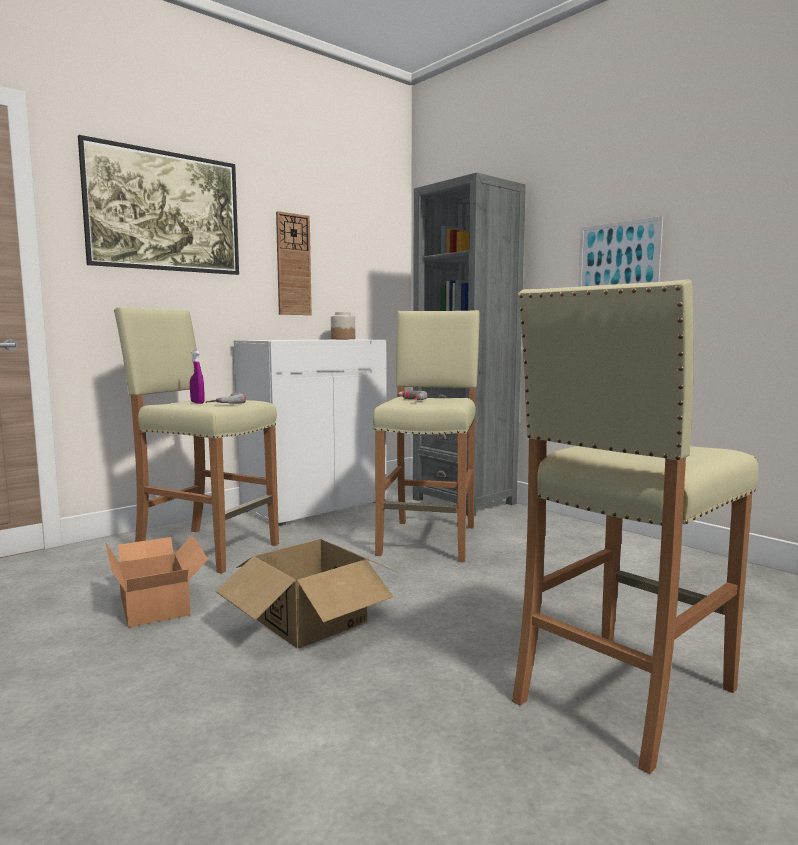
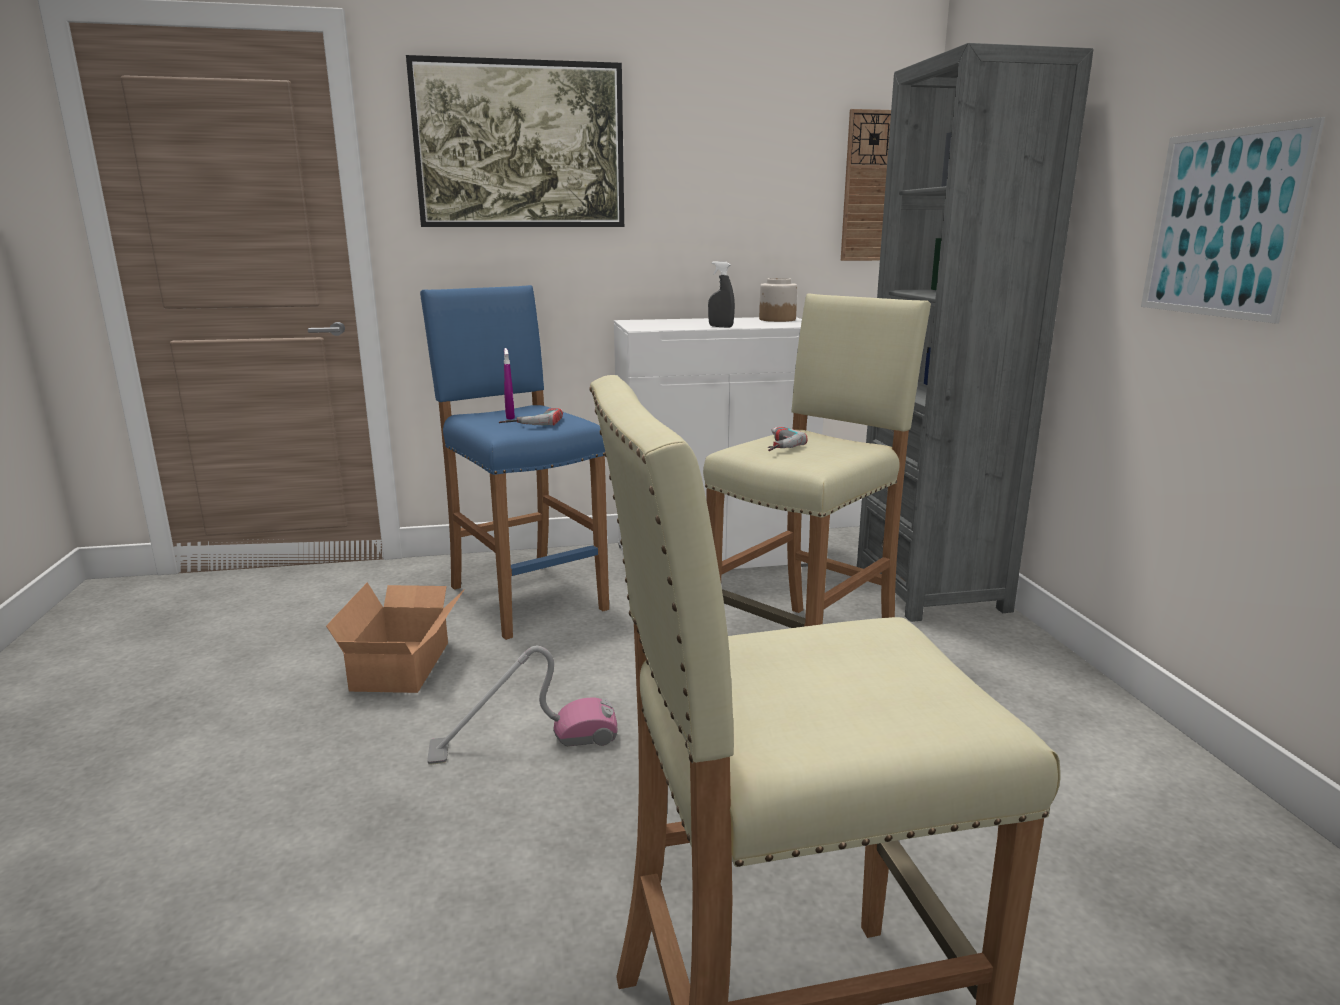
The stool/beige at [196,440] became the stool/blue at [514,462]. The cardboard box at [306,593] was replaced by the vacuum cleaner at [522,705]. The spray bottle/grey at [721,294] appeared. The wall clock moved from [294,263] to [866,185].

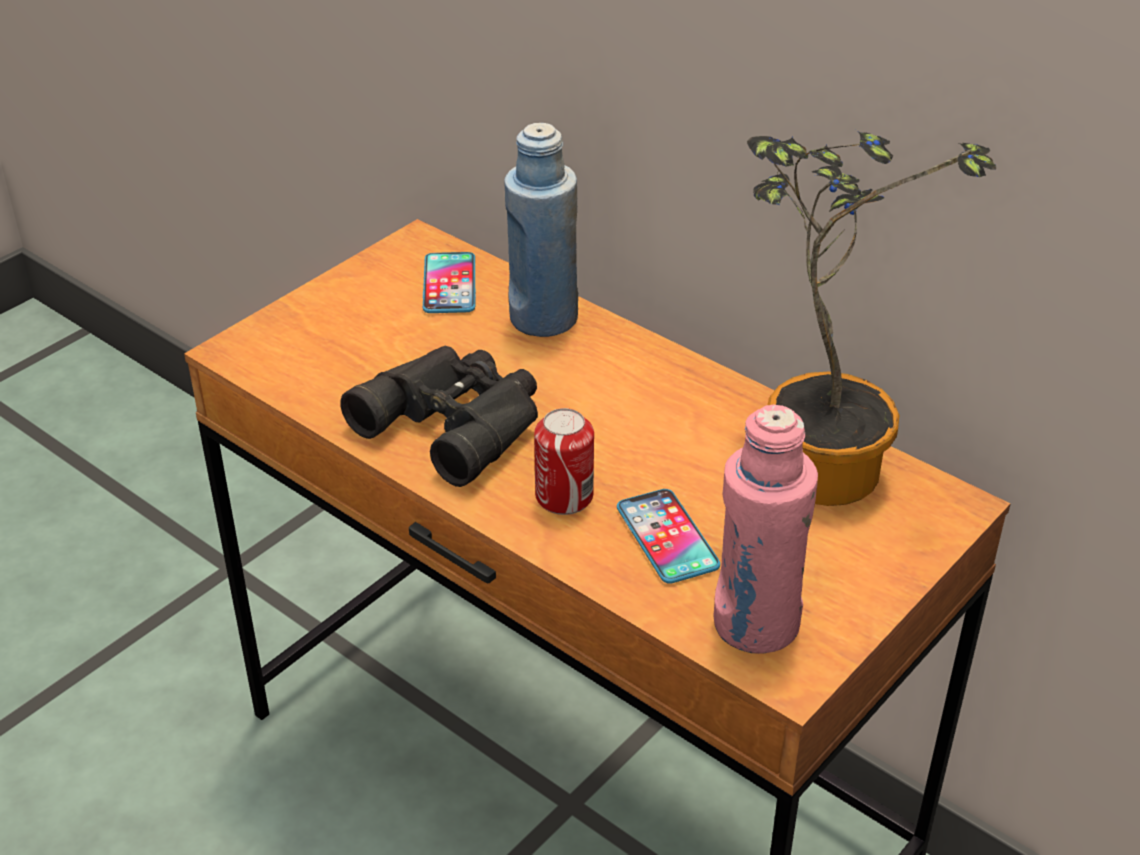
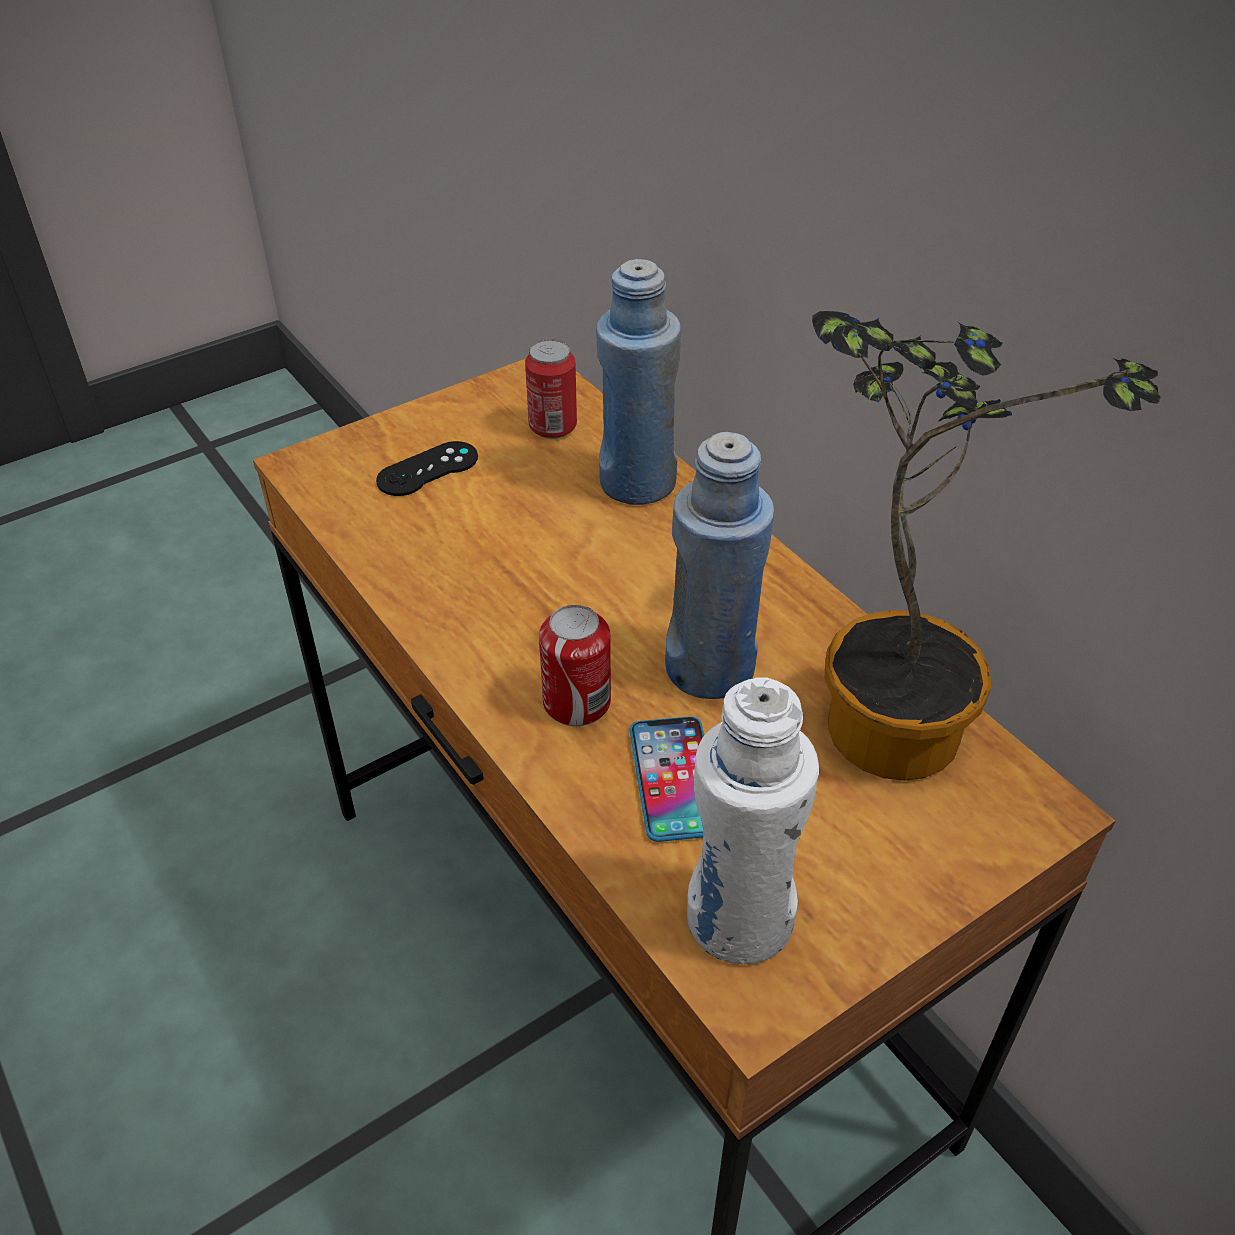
The game controller/black at [427,468] appeared. The phone at [449,282] was replaced by the can at [551,389]. The bottle/blue at [719,565] appeared. The bottle/pink at [765,529] became the bottle/white at [753,820]. The binoculars/black at [439,416] disappeared.

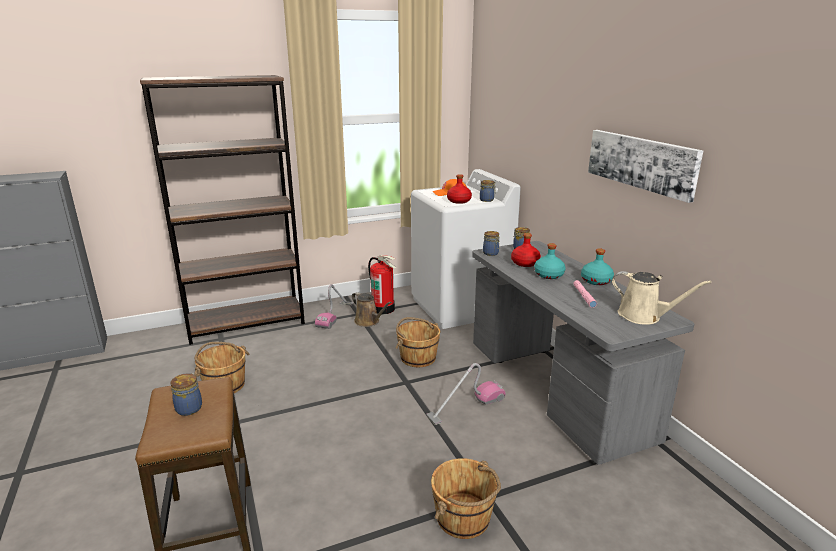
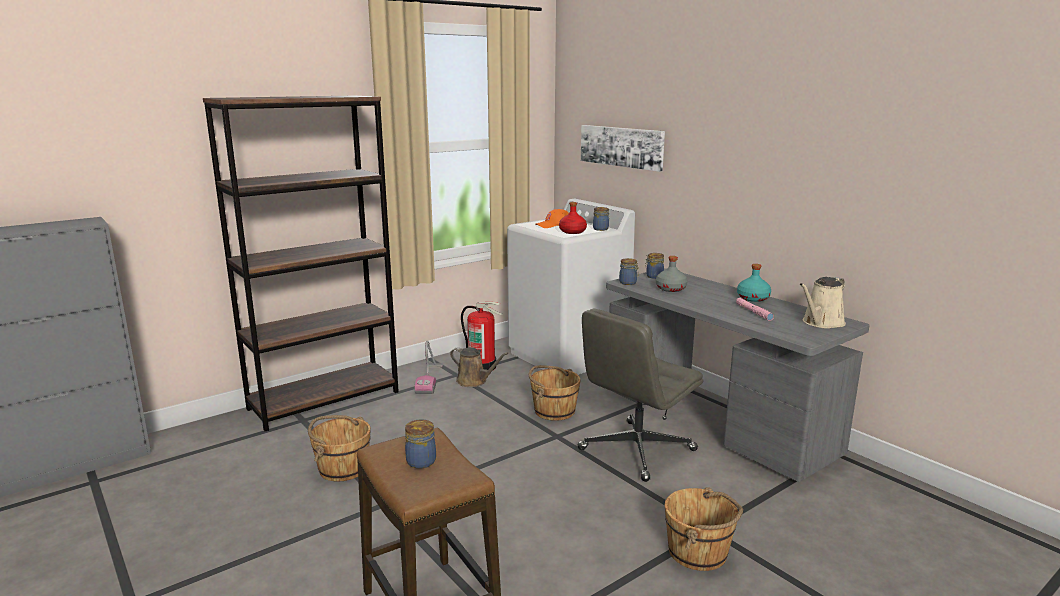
The vacuum cleaner at [466,394] was replaced by the office chair/grey at [640,395]. The picture moved from [645,166] to [623,148]. The bottle/red at [526,250] became the bottle/grey at [672,274]. The watering can/beige at [661,298] turned 120 degrees clockwise. The bottle/turquoise at [550,261] disappeared.

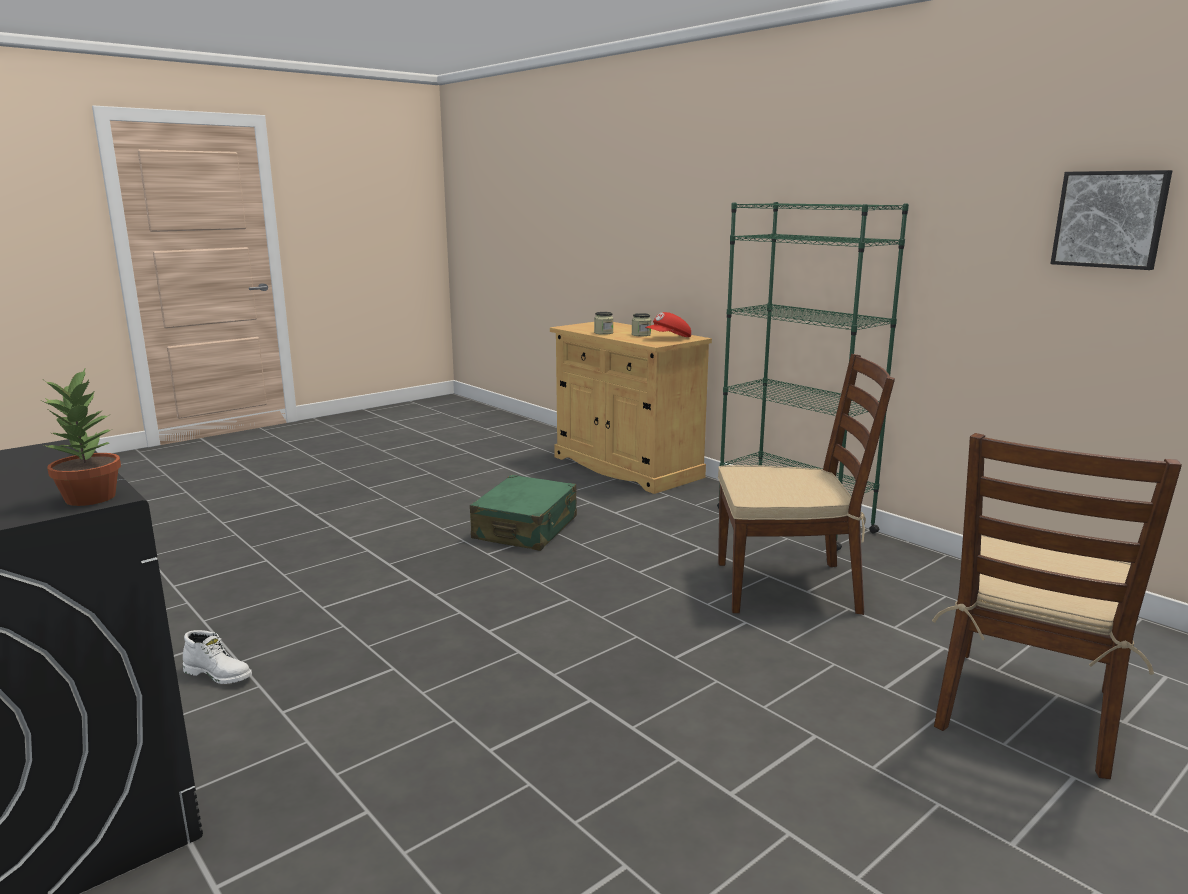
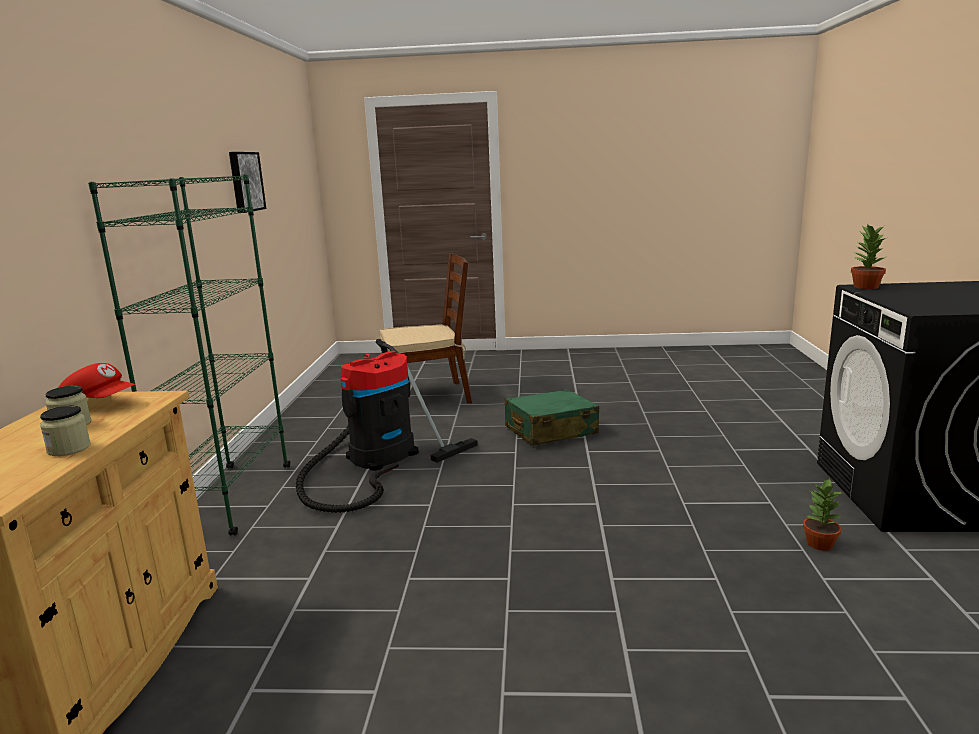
The chair/brown at [806,484] was replaced by the vacuum cleaner at [387,426]. The suitcase/green moved from [523,513] to [552,417]. The boot/white at [217,657] was replaced by the potted plant at [822,514].

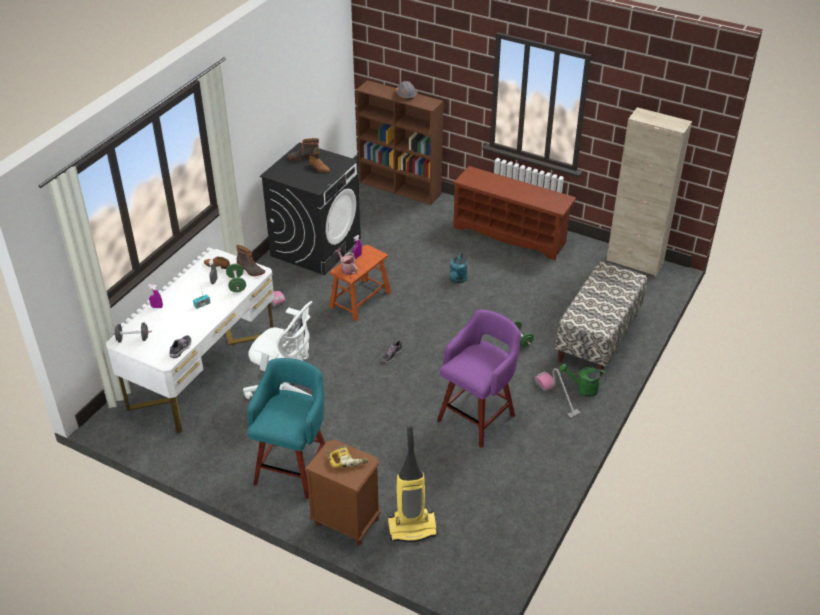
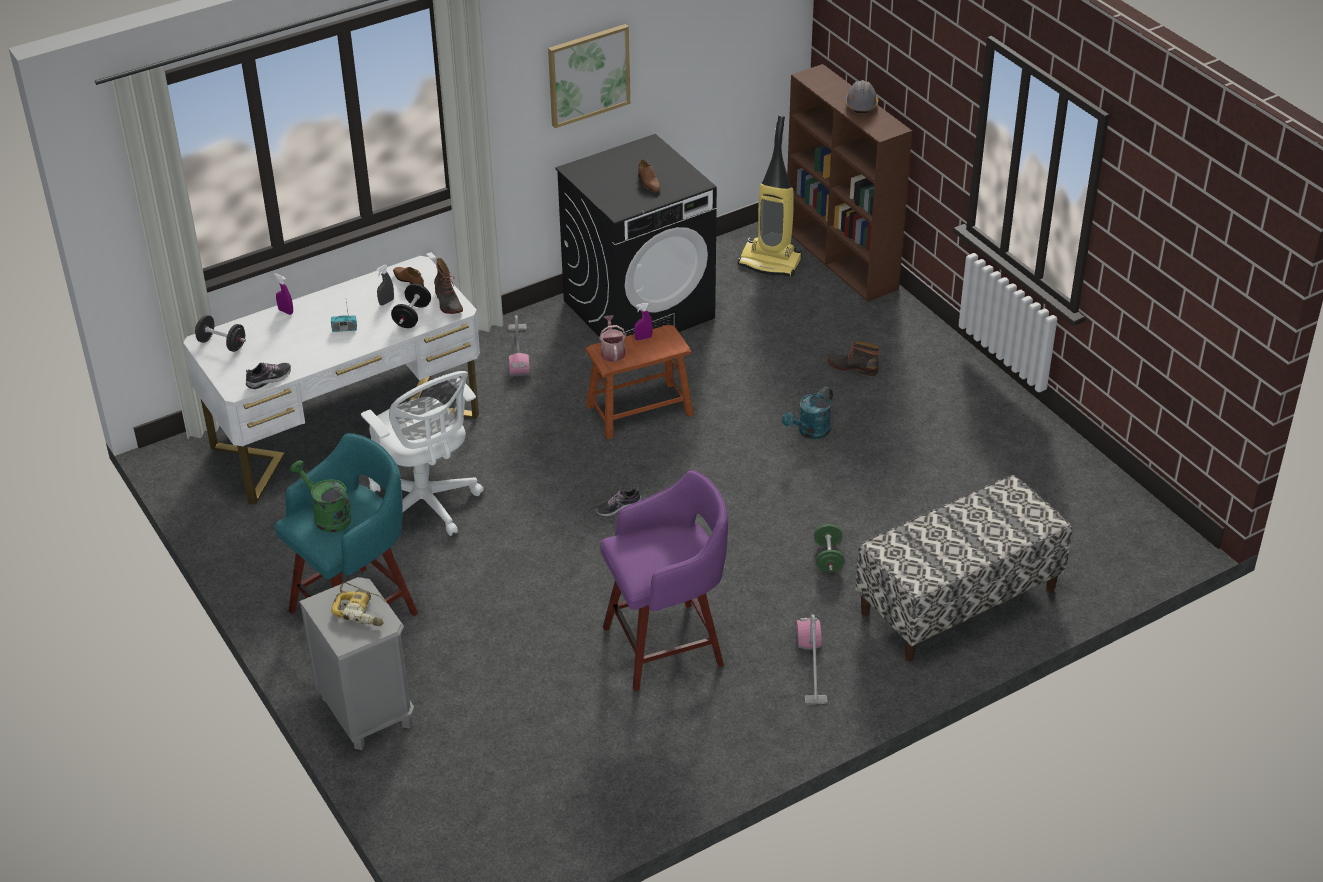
The watering can/green moved from [583,380] to [320,496]. The nightstand/brown at [343,492] became the nightstand/grey at [356,663]. The dumbbell/green at [236,278] became the dumbbell/black at [411,305]. The picture at [589,76] appeared. The vacuum cleaner moved from [413,484] to [770,196]. The boot moved from [304,149] to [853,358]. The shoe rack/brown at [514,213] disappeared. The cabinet/beige at [649,191] disappeared.

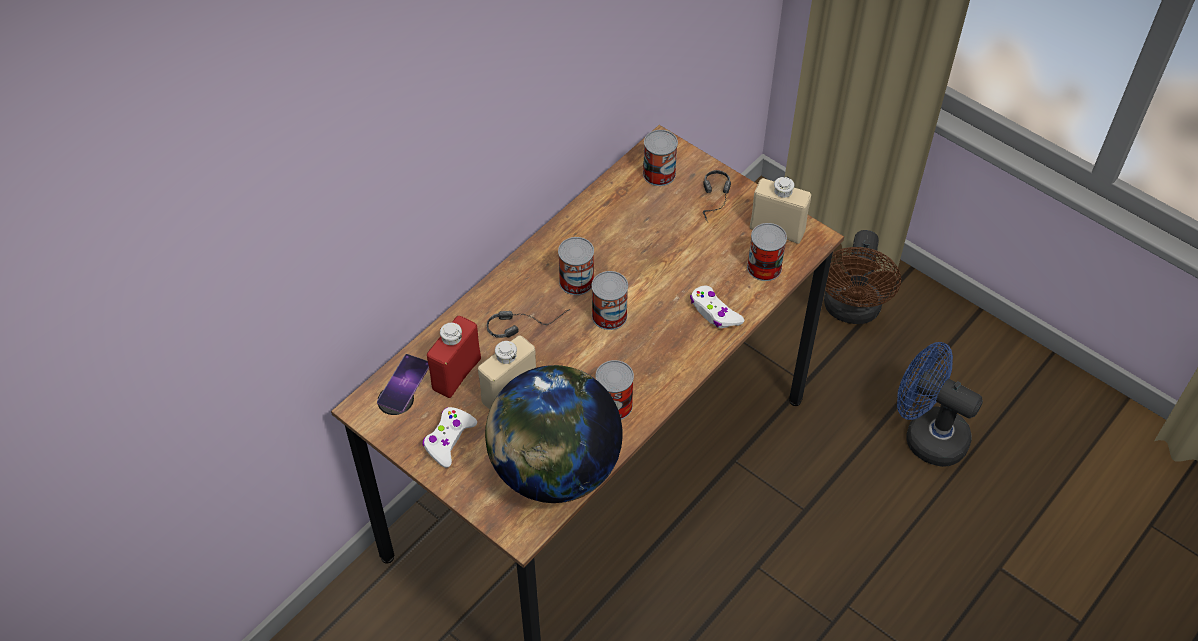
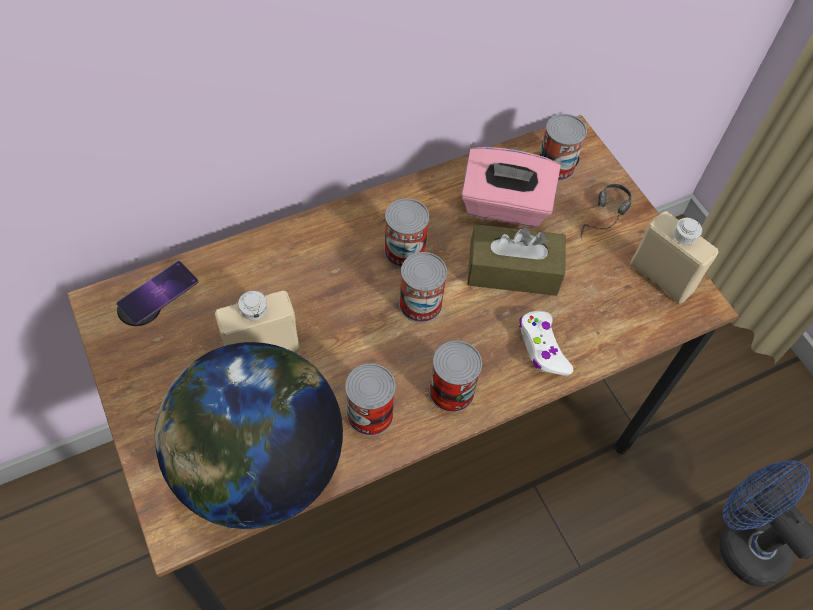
The can moved from [767,252] to [455,377]. The tissue box/pink at [511,187] appeared. The tissue box/brown at [516,260] appeared. The game controller/white at [449,437] disappeared. The bottle/red at [454,357] disappeared. The headphones at [528,323] disappeared. The fan/brown at [862,277] disappeared.

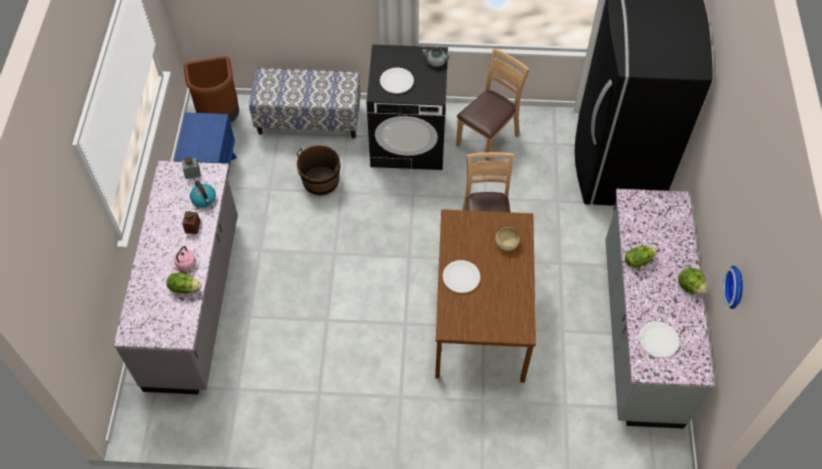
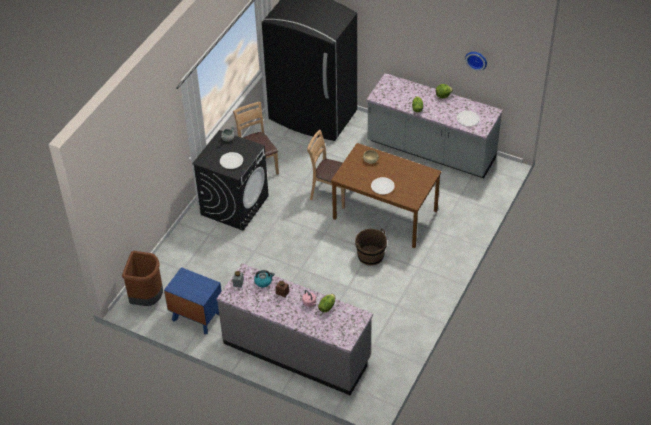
The bucket/brown moved from [319,170] to [371,247]. The bench at [305,103] disappeared.

